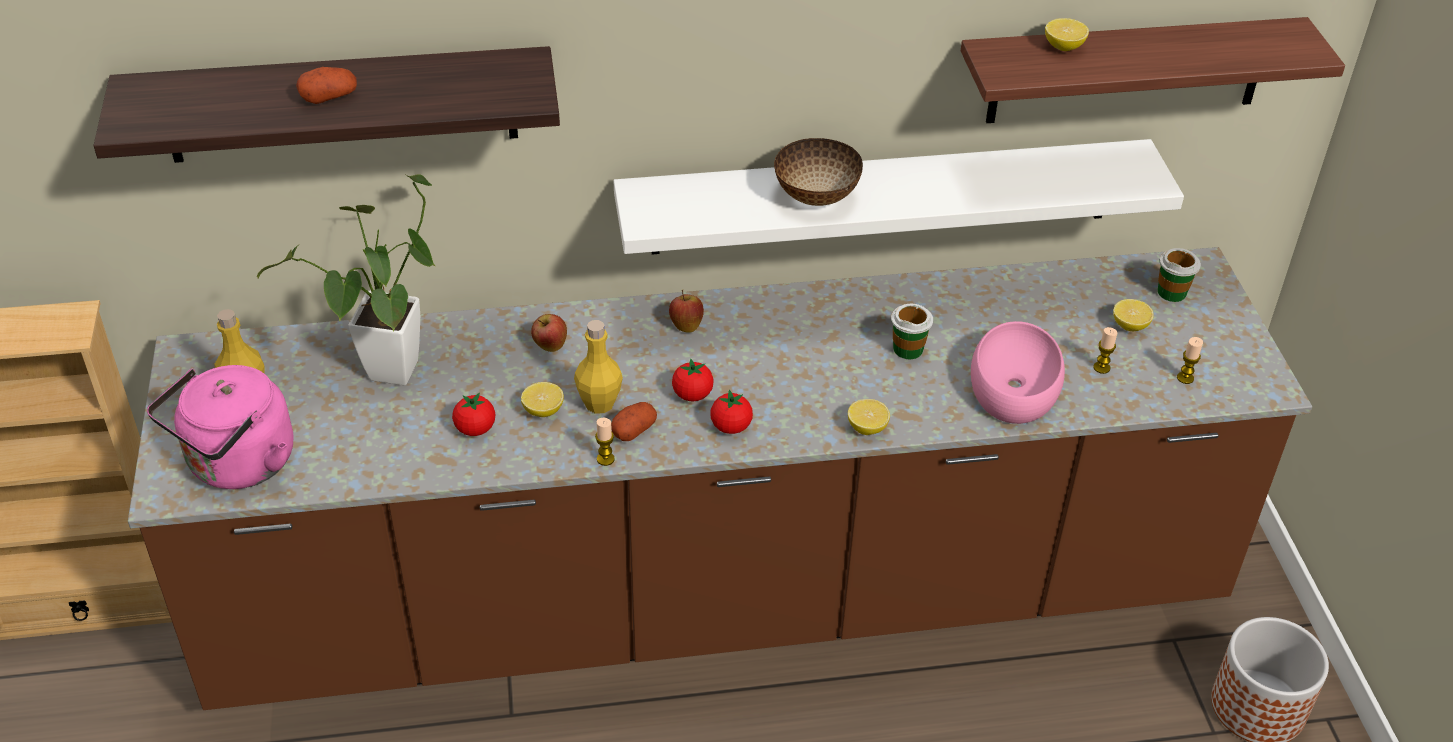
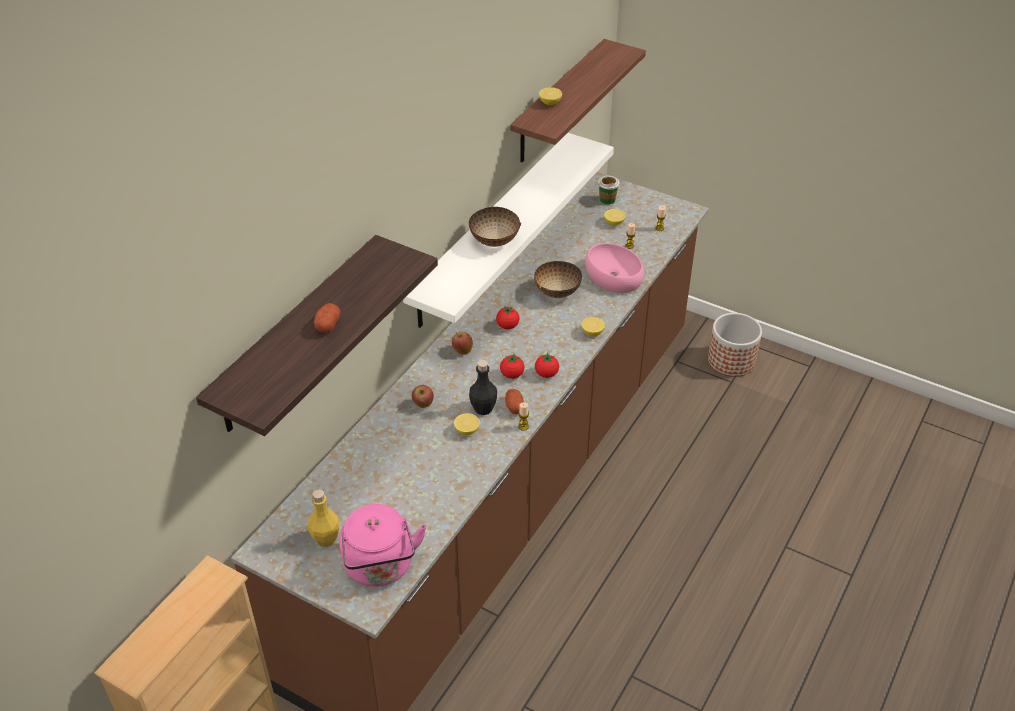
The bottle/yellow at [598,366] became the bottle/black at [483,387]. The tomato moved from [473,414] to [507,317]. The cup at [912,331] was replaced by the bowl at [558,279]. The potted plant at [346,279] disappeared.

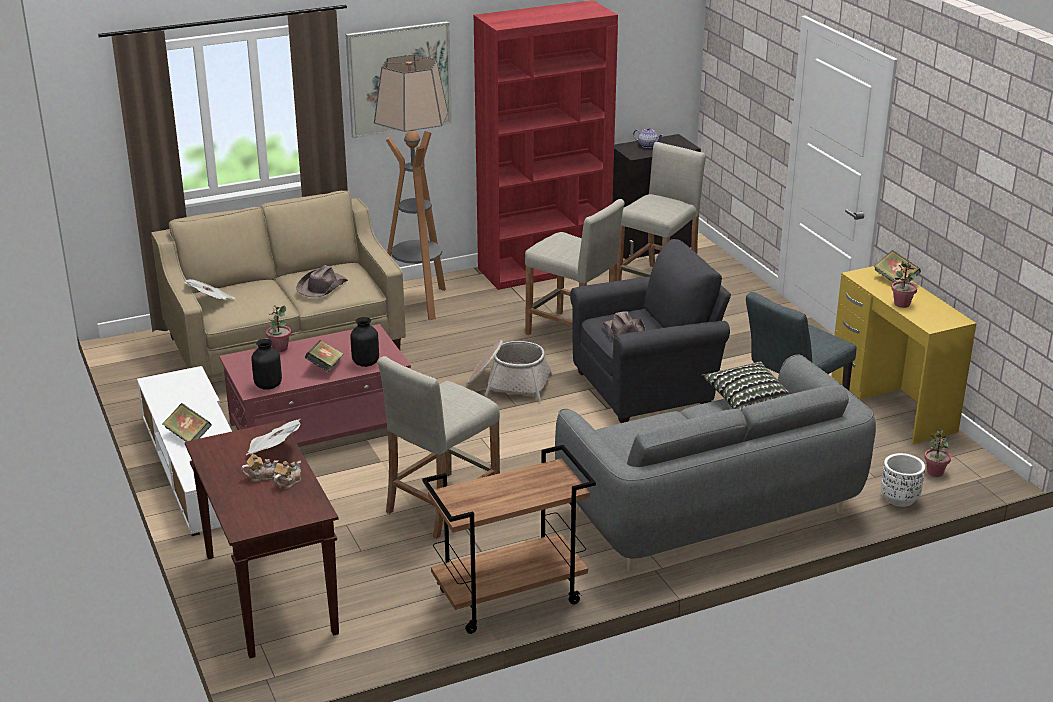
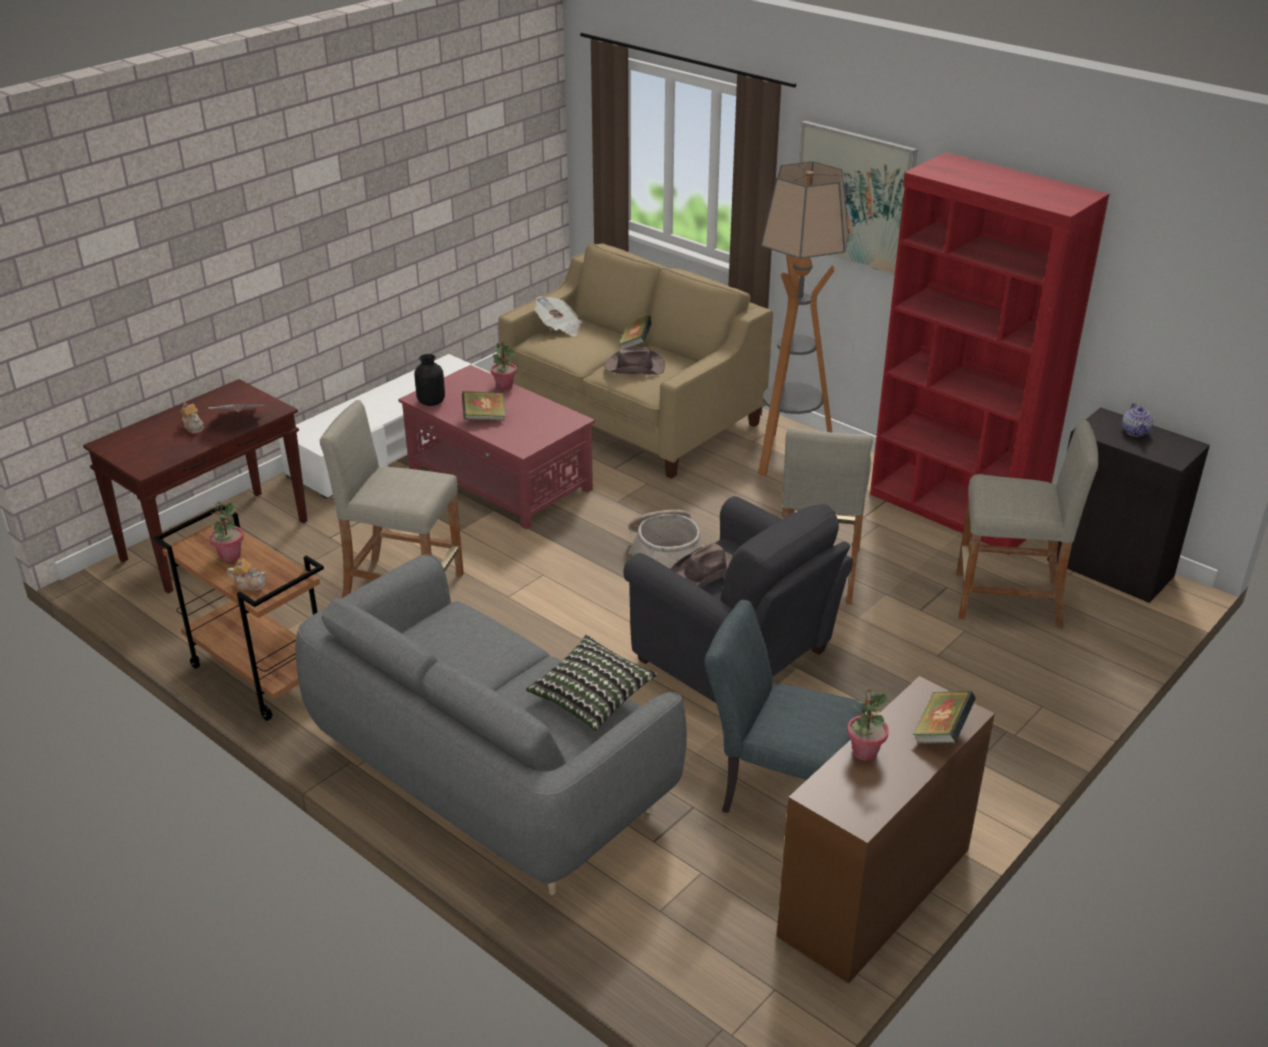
The potted plant moved from [937,452] to [226,531]. The teapot moved from [287,475] to [246,575]. The book moved from [186,422] to [635,331]. The desk/yellow at [904,355] became the desk/brown at [885,830]. The vase/black at [364,342] disappeared. The planter/white at [903,480] disappeared.

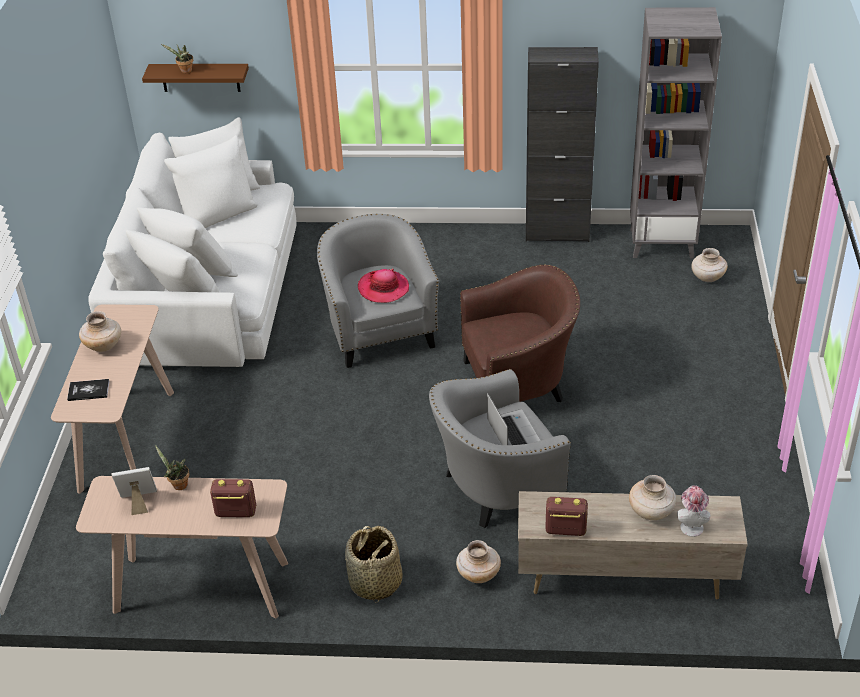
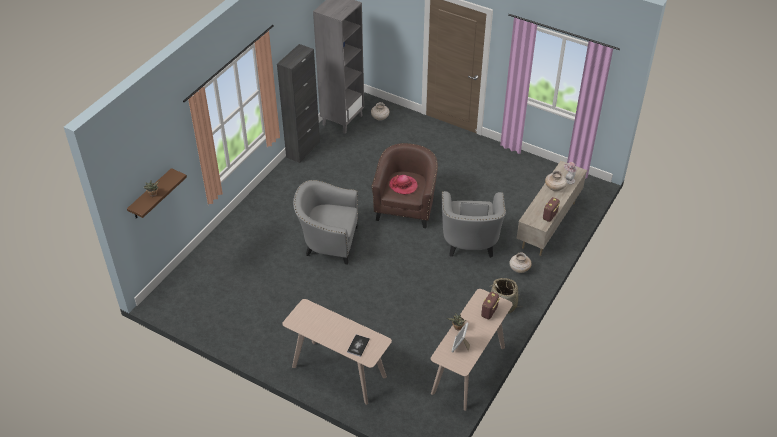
The hat moved from [383,286] to [403,185]. The vase/beige at [100,331] disappeared. The sofa/white at [192,242] disappeared.

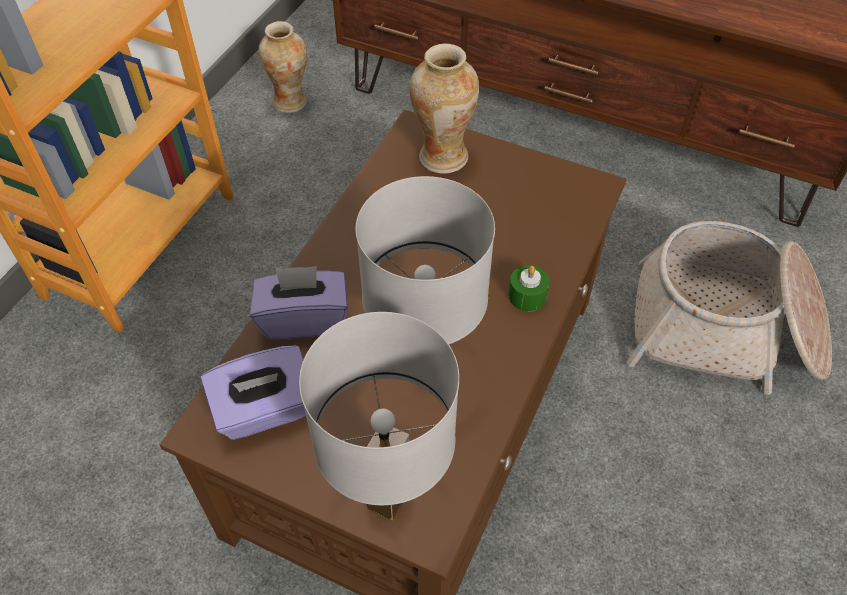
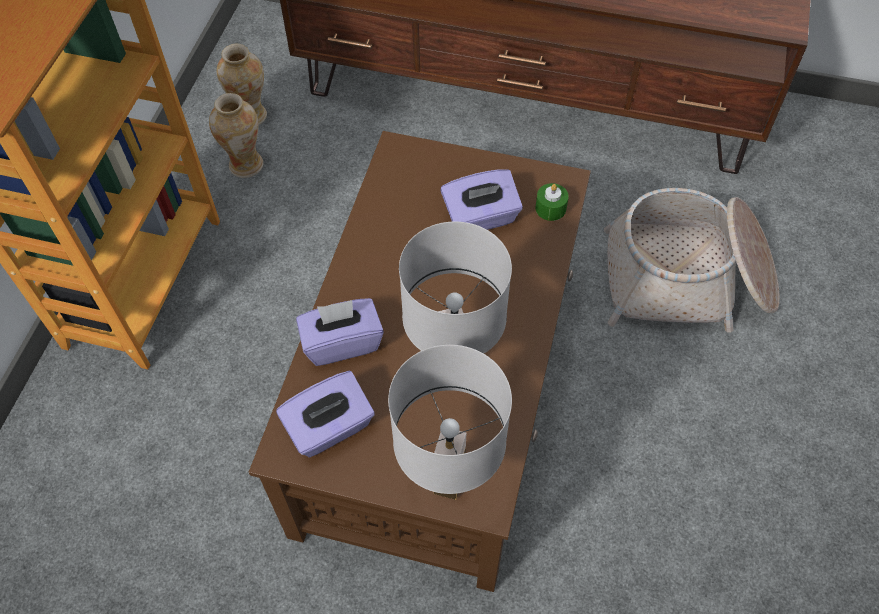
The vase moved from [444,108] to [236,135]. The tissue box/purple at [481,199] appeared. The candle/green moved from [529,288] to [552,202].

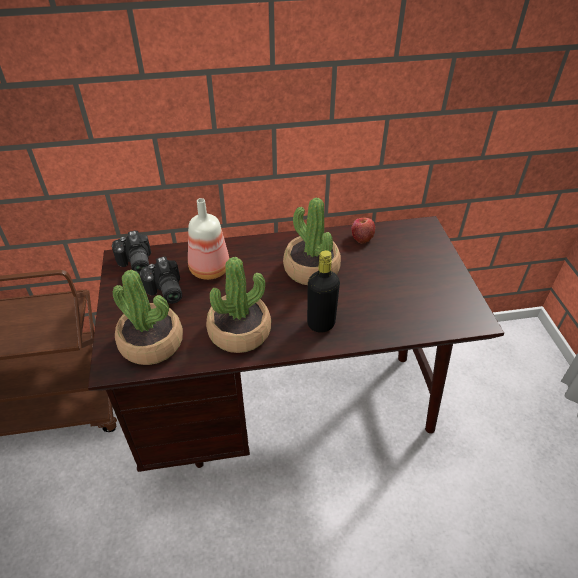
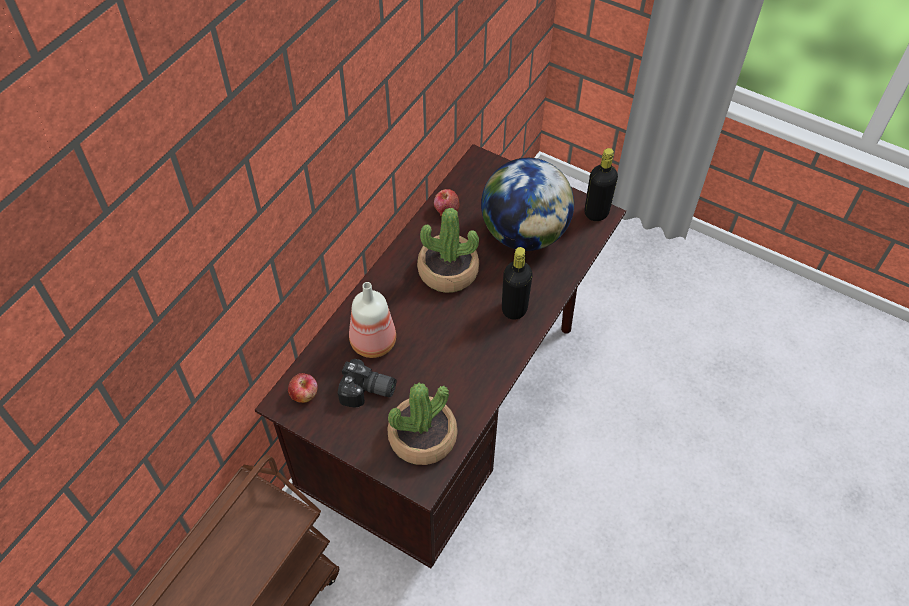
The photo camera at [131,252] was replaced by the apple at [303,388]. The globe at [527,204] appeared. The bottle/black at [601,184] appeared. The potted plant at [238,305] disappeared.

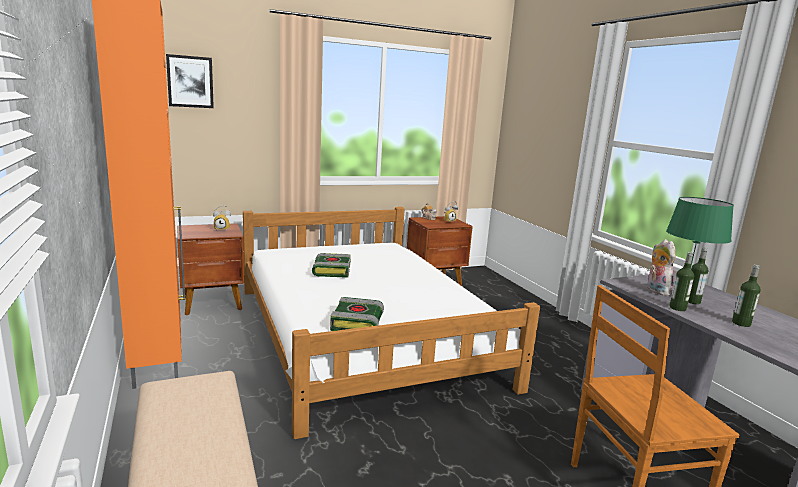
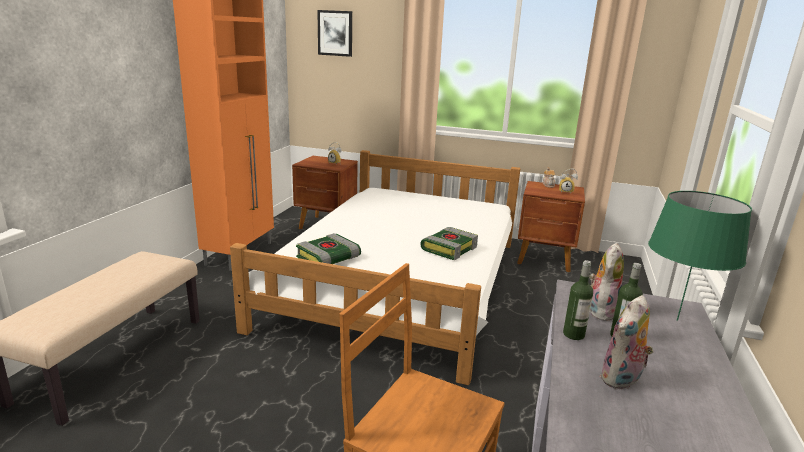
The book moved from [331,265] to [449,243]. The bottle at [746,296] was replaced by the plush toy at [626,342].

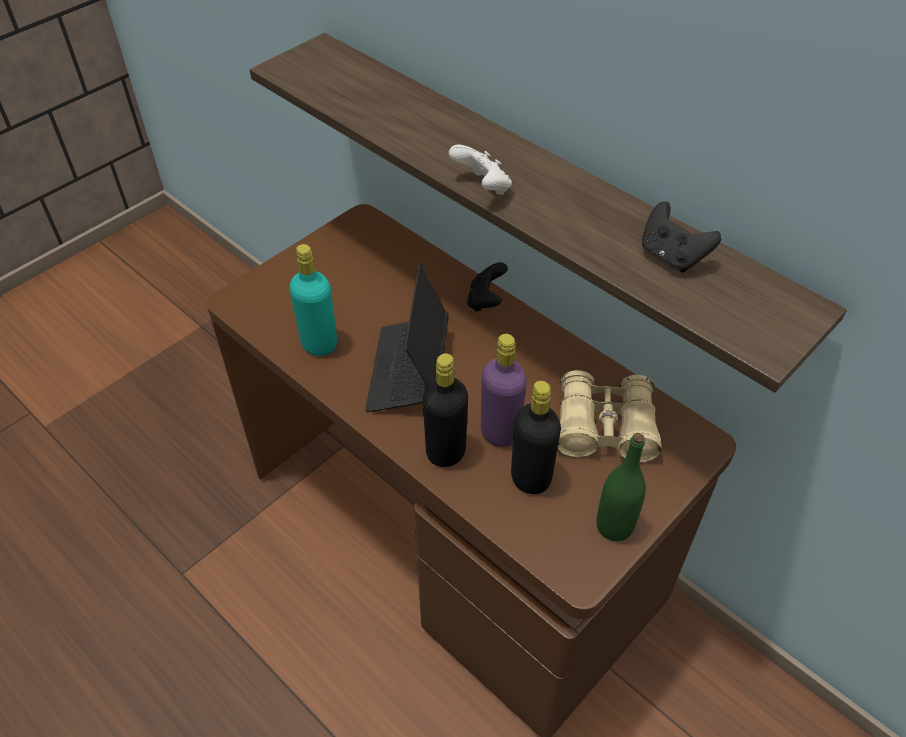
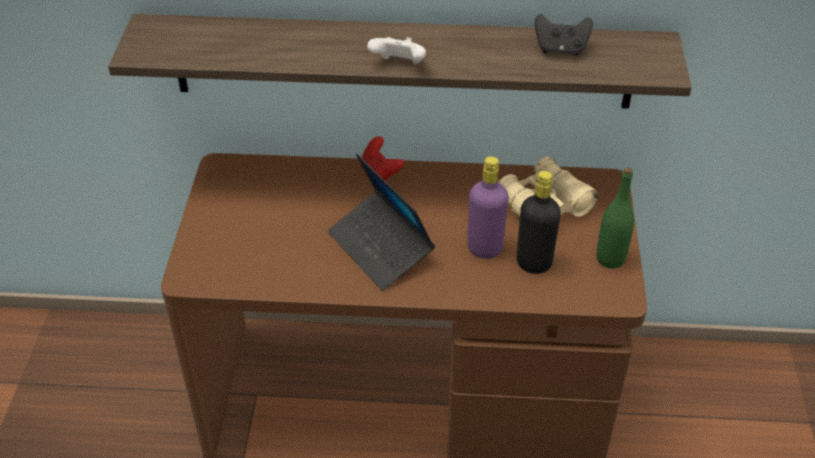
The game controller/black at [487,287] became the game controller/red at [382,158]. The bottle/turquoise at [313,300] disappeared. The bottle/black at [445,410] disappeared.

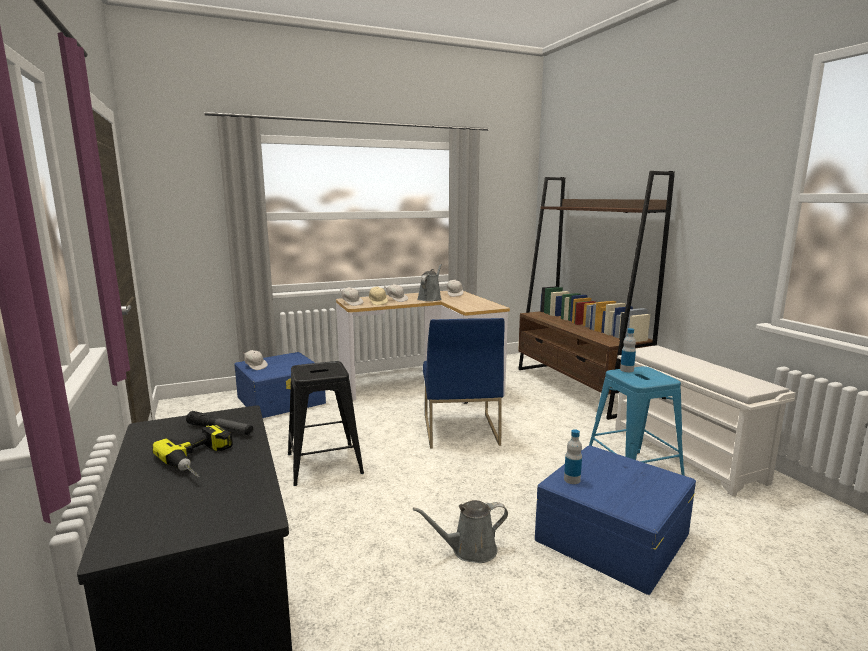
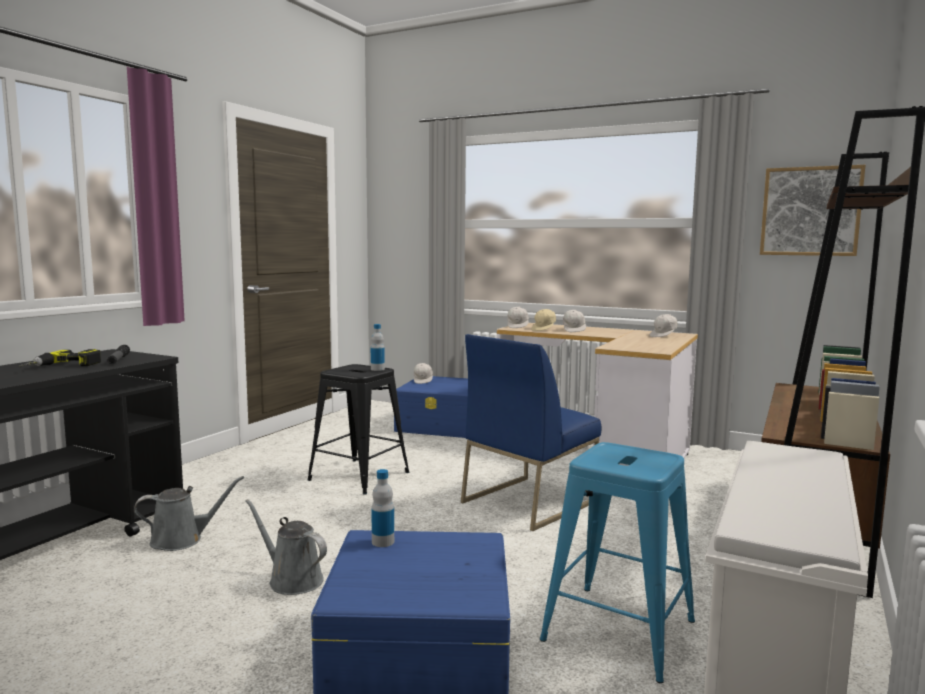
The watering can/grey moved from [429,282] to [189,513]. The bottle moved from [628,350] to [378,347]. The picture at [813,210] appeared.

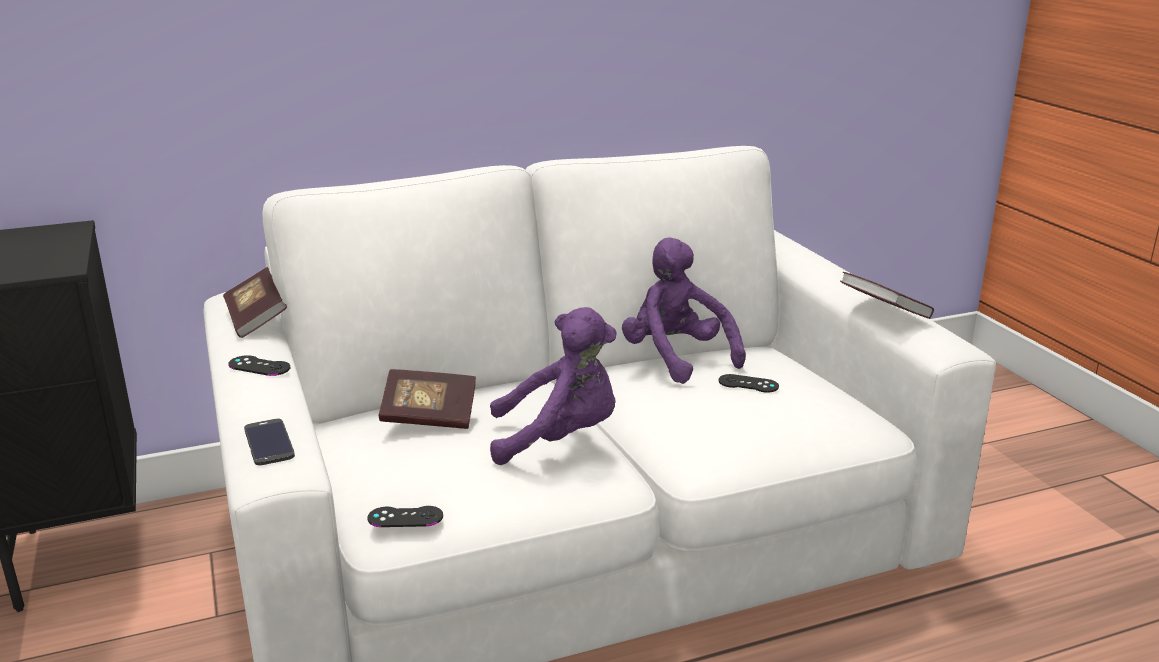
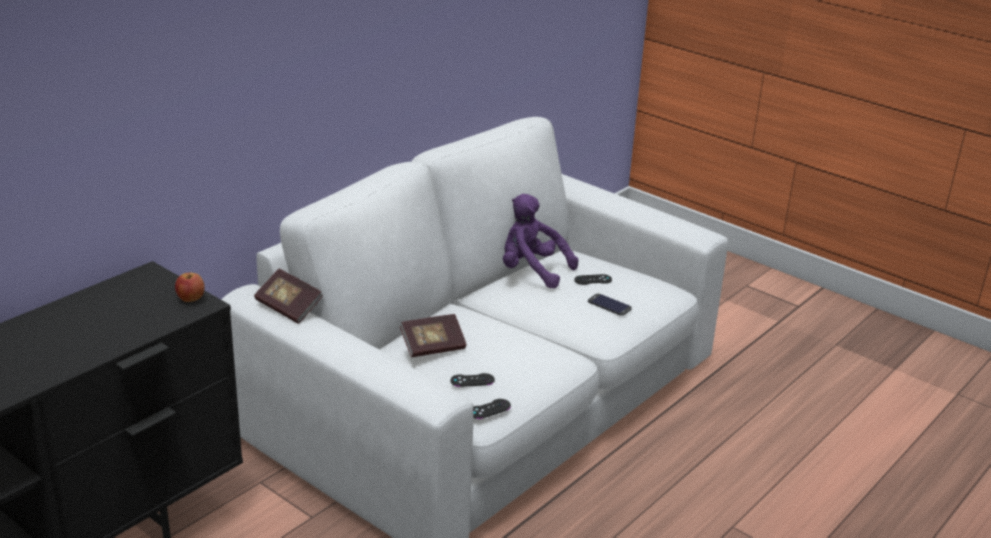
The apple at [190,287] appeared. The game controller/black moved from [259,365] to [472,380]. The phone moved from [269,442] to [610,304]. The plush toy/purple at [553,386] disappeared. The book at [887,295] disappeared.

